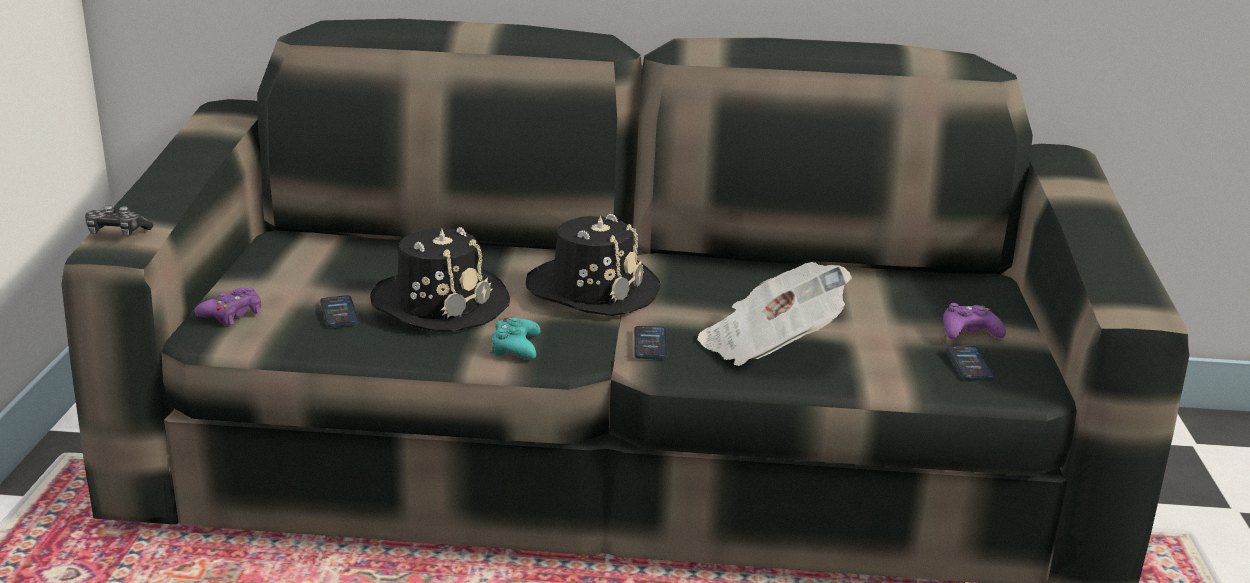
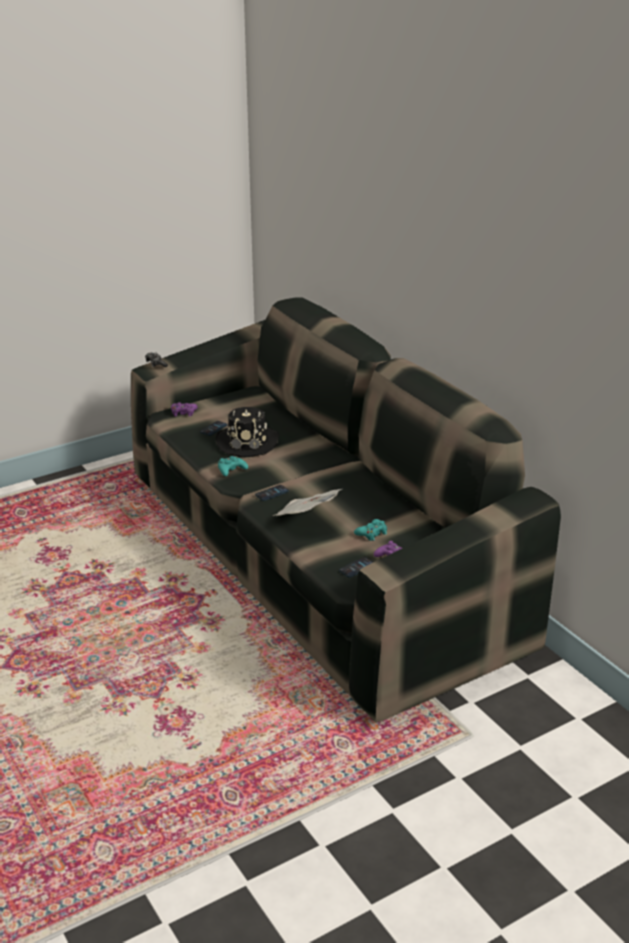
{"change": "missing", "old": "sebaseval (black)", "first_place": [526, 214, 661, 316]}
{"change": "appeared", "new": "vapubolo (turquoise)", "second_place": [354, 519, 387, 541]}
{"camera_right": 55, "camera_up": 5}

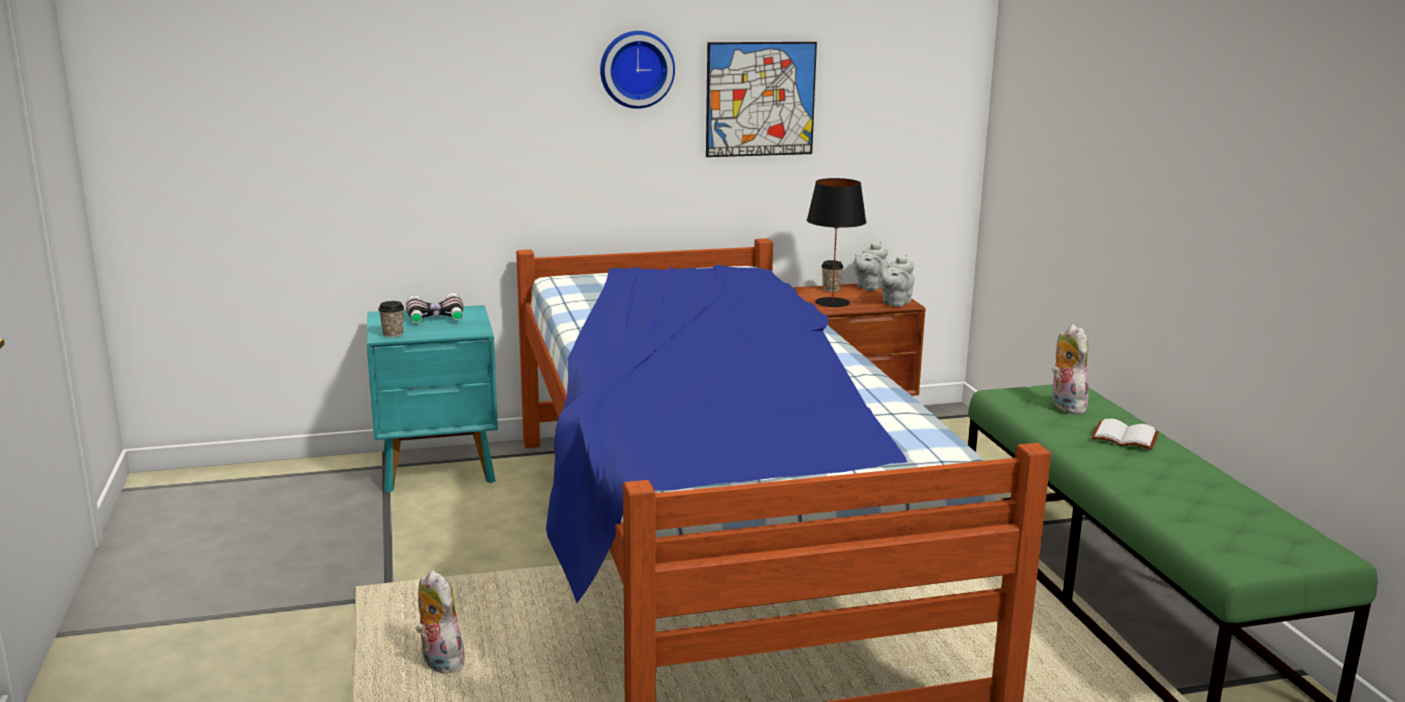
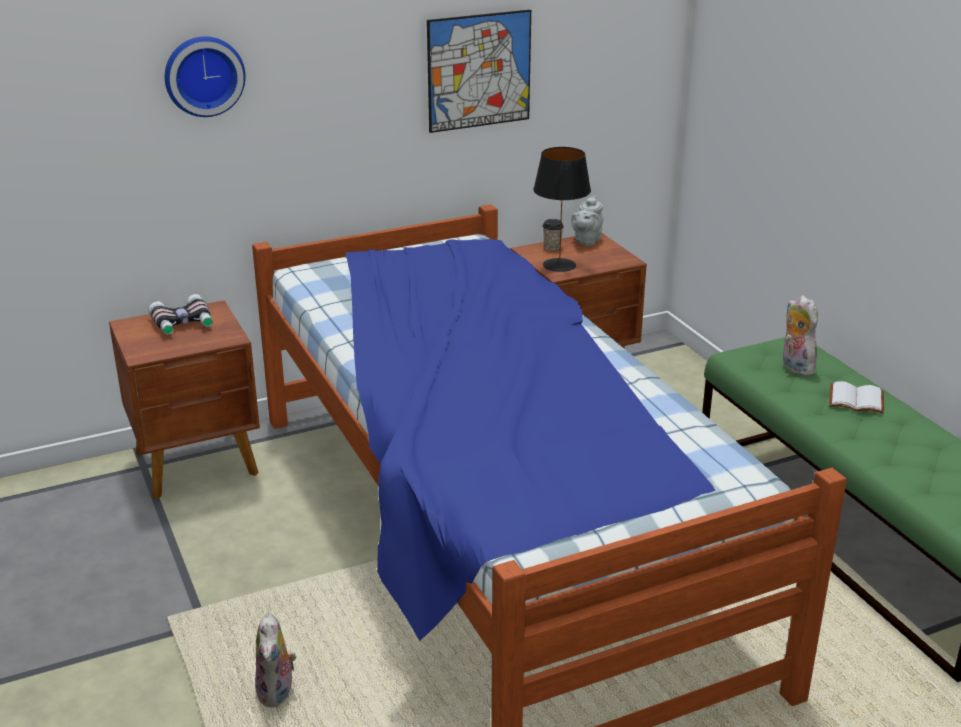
{"change": "missing", "old": "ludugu", "first_place": [378, 301, 404, 337]}
{"change": "missing", "old": "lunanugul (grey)", "first_place": [878, 254, 915, 307]}
{"change": "relocated", "old": "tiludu", "first_place": [600, 31, 675, 109], "second_place": [165, 36, 246, 117]}
{"change": "colour", "old": "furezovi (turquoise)", "new": "furezovi (brown)", "first_place": [367, 305, 498, 493], "second_place": [109, 300, 260, 499]}
{"change": "spun", "old": "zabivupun", "first_place": [416, 570, 465, 674], "second_place": [255, 613, 296, 707], "degrees": -135}
{"camera_right": -10, "camera_up": 10}

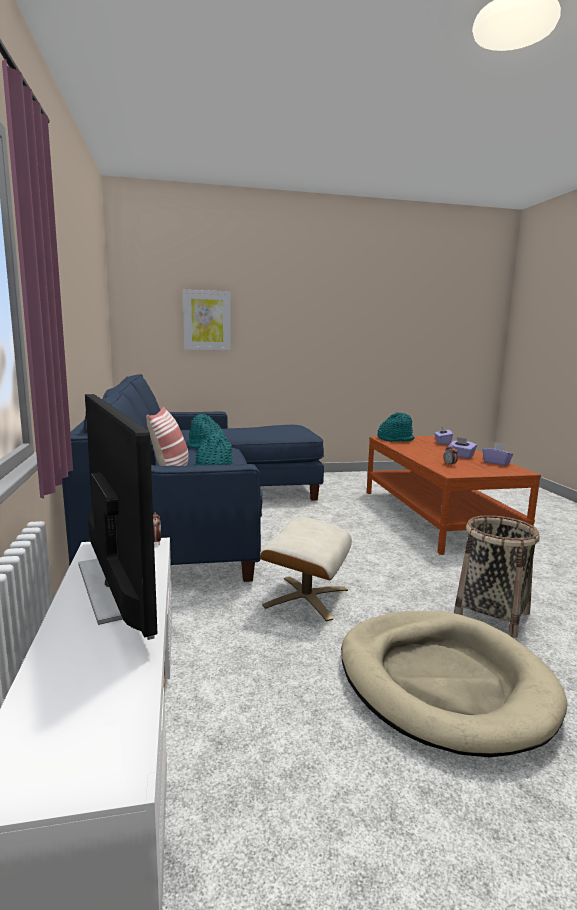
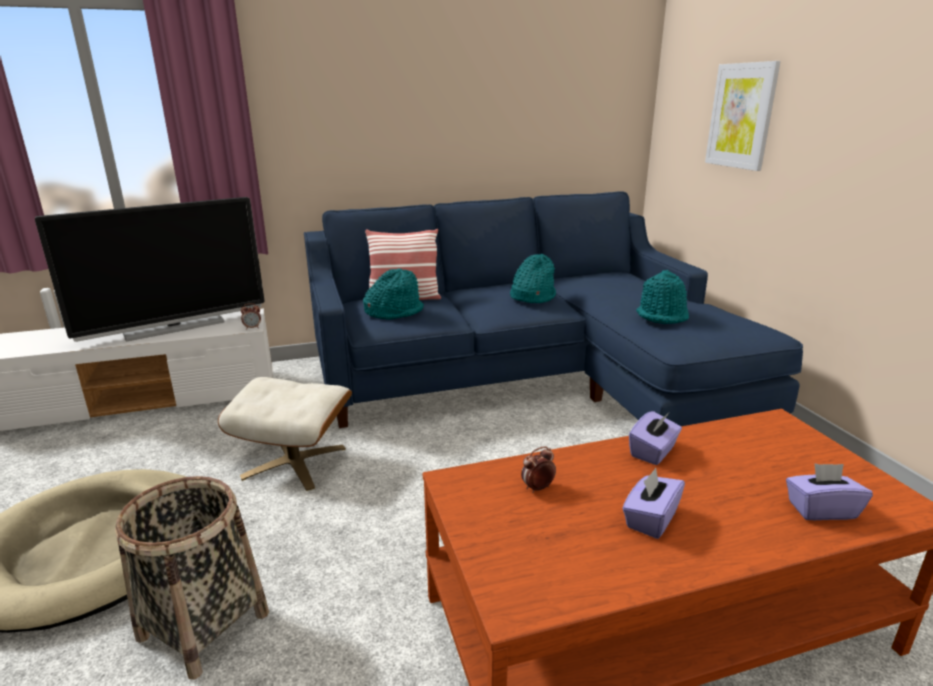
{"change": "relocated", "old": "sebaseval (turquoise)", "first_place": [378, 413, 415, 442], "second_place": [636, 270, 689, 324]}
{"change": "relocated", "old": "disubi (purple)", "first_place": [482, 442, 513, 466], "second_place": [629, 411, 682, 465]}
{"camera_right": 85, "camera_up": 10}

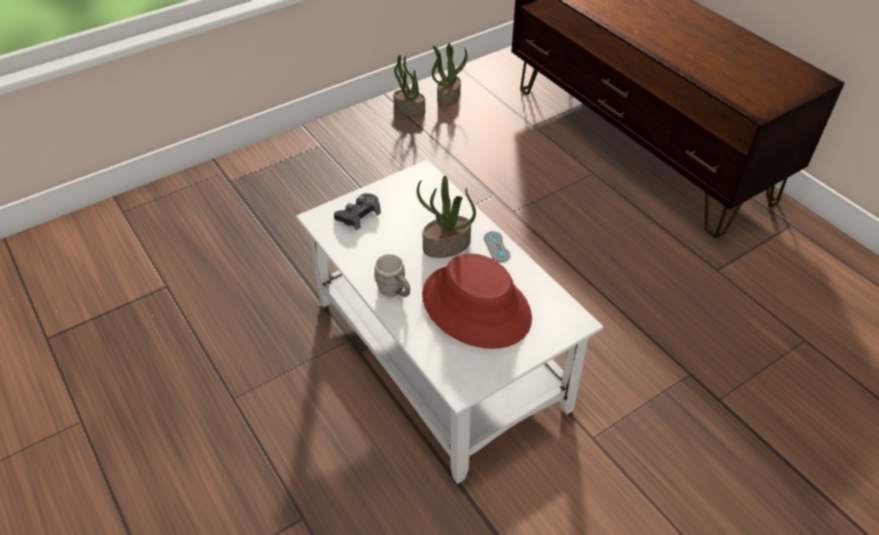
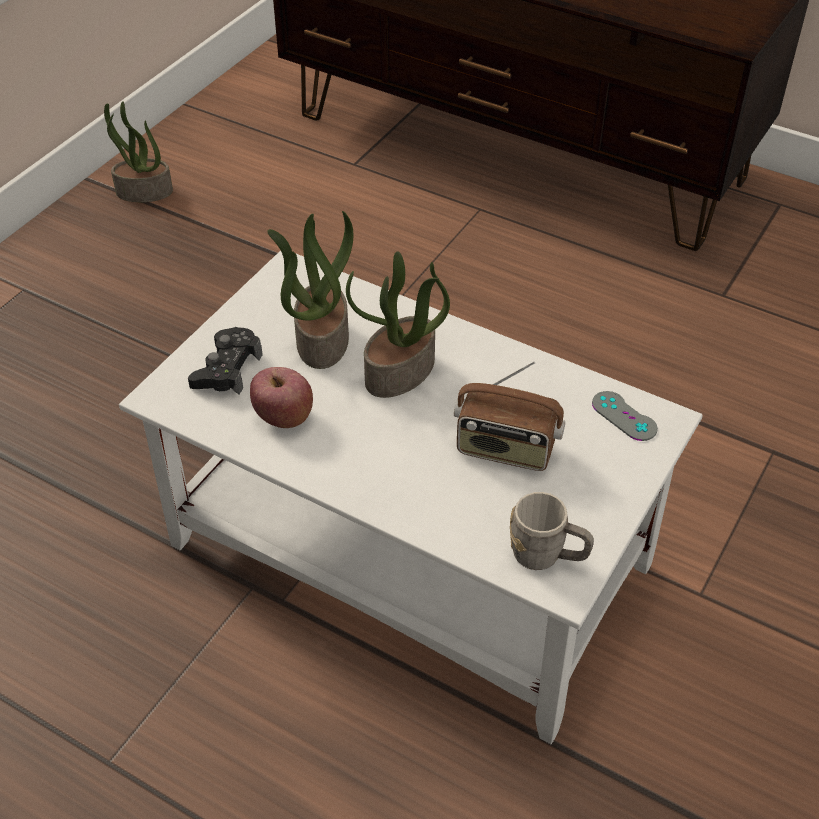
{"change": "appeared", "new": "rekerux", "second_place": [250, 367, 313, 428]}
{"change": "relocated", "old": "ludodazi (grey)", "first_place": [374, 254, 410, 297], "second_place": [510, 492, 594, 570]}
{"change": "relocated", "old": "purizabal", "first_place": [432, 43, 467, 107], "second_place": [267, 211, 353, 369]}
{"change": "relocated", "old": "vapubolo (grey)", "first_place": [484, 231, 510, 262], "second_place": [592, 391, 658, 441]}
{"change": "exchanged", "old": "sebaseval (red)", "new": "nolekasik", "first_place": [422, 254, 532, 349], "second_place": [454, 361, 565, 471]}
{"camera_right": -25, "camera_up": 0}

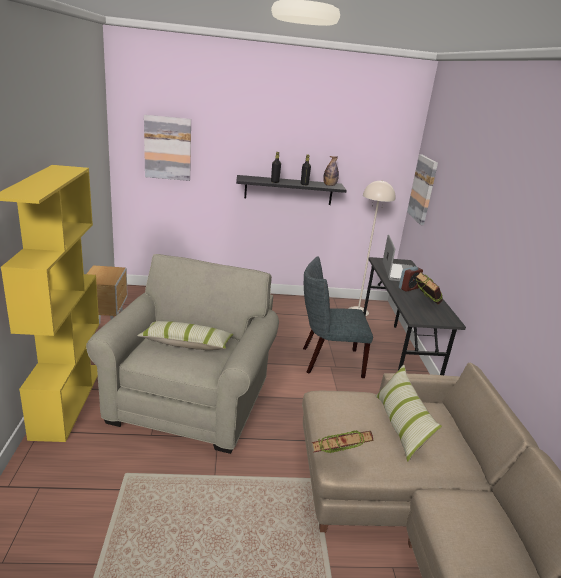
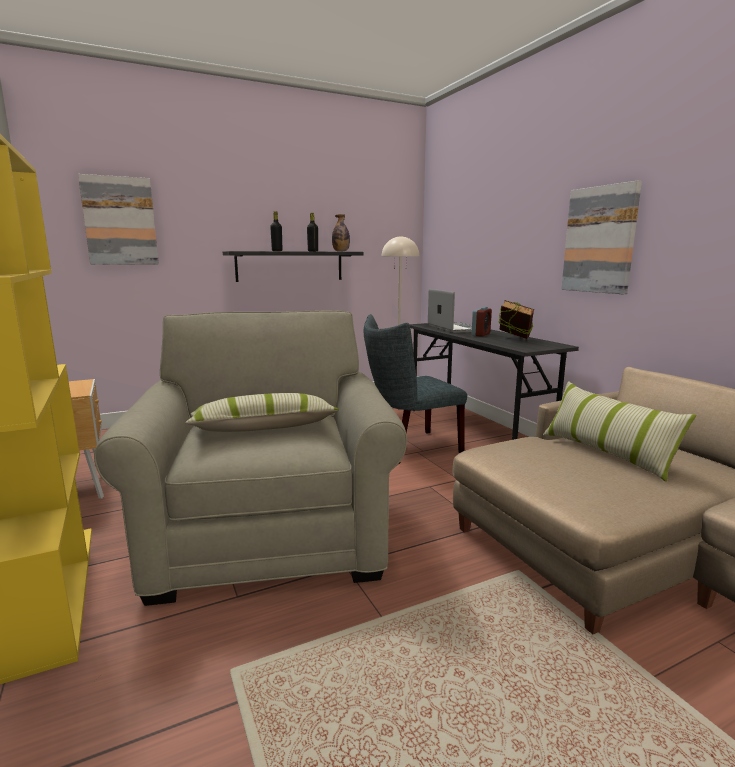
{"change": "missing", "old": "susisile", "first_place": [311, 430, 373, 453]}
{"change": "relocated", "old": "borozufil", "first_place": [407, 154, 438, 225], "second_place": [561, 180, 642, 294]}
{"camera_right": -20, "camera_up": -10}

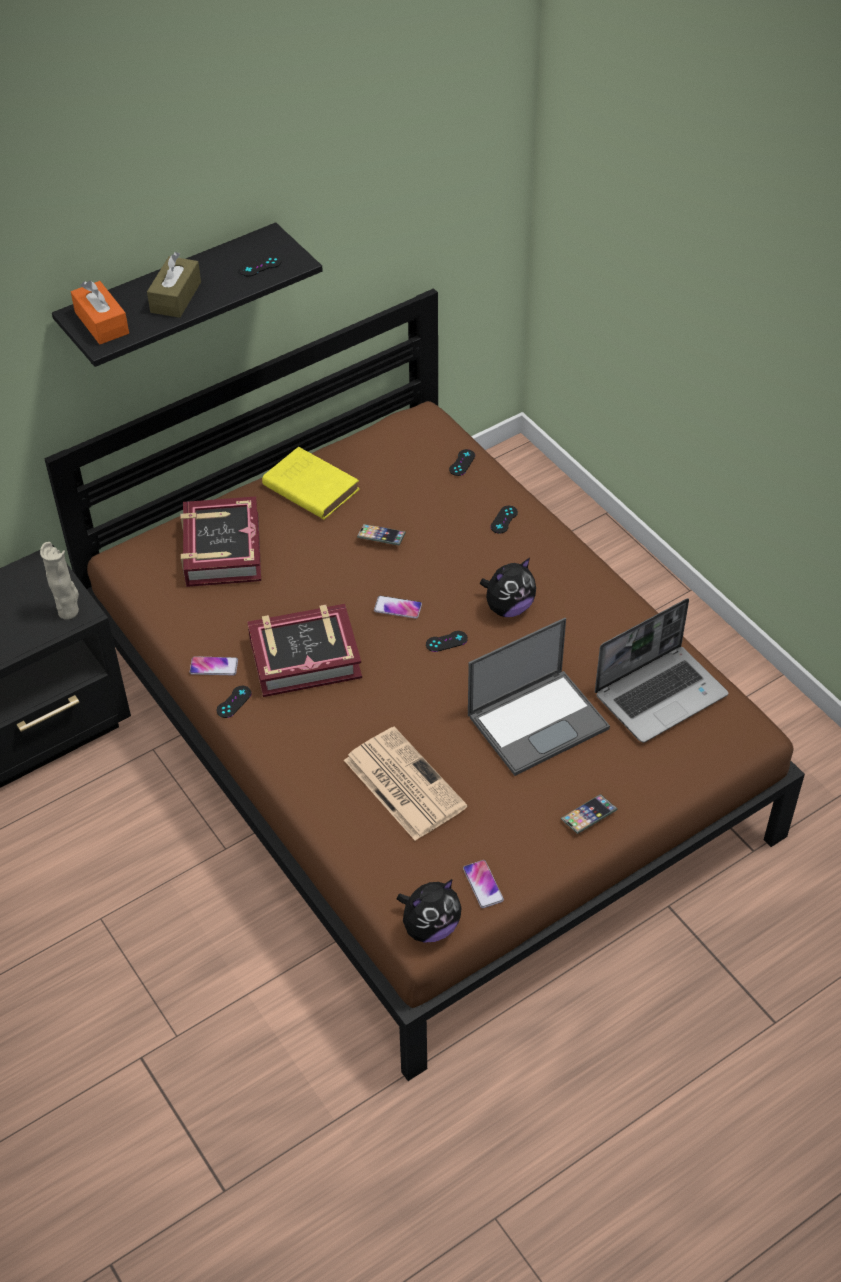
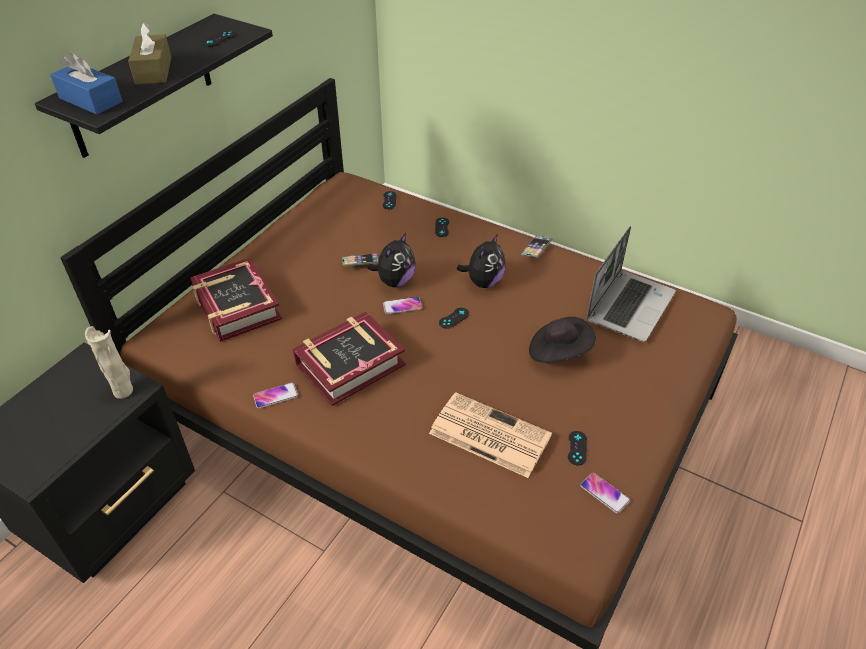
{"change": "missing", "old": "susisile (yellow)", "first_place": [262, 447, 360, 520]}
{"change": "relocated", "old": "vapubolo (black)", "first_place": [217, 686, 252, 718], "second_place": [568, 431, 587, 465]}
{"change": "relocated", "old": "zabivupun", "first_place": [397, 879, 462, 943], "second_place": [367, 233, 415, 287]}
{"change": "relocated", "old": "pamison", "first_place": [561, 794, 618, 834], "second_place": [521, 236, 552, 258]}
{"change": "exchanged", "old": "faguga", "new": "sebaseval (black)", "first_place": [468, 618, 610, 776], "second_place": [529, 317, 596, 363]}
{"change": "colour", "old": "disubi (orange)", "new": "disubi (blue)", "first_place": [71, 281, 129, 344], "second_place": [50, 52, 122, 115]}
{"camera_right": -25, "camera_up": -5}

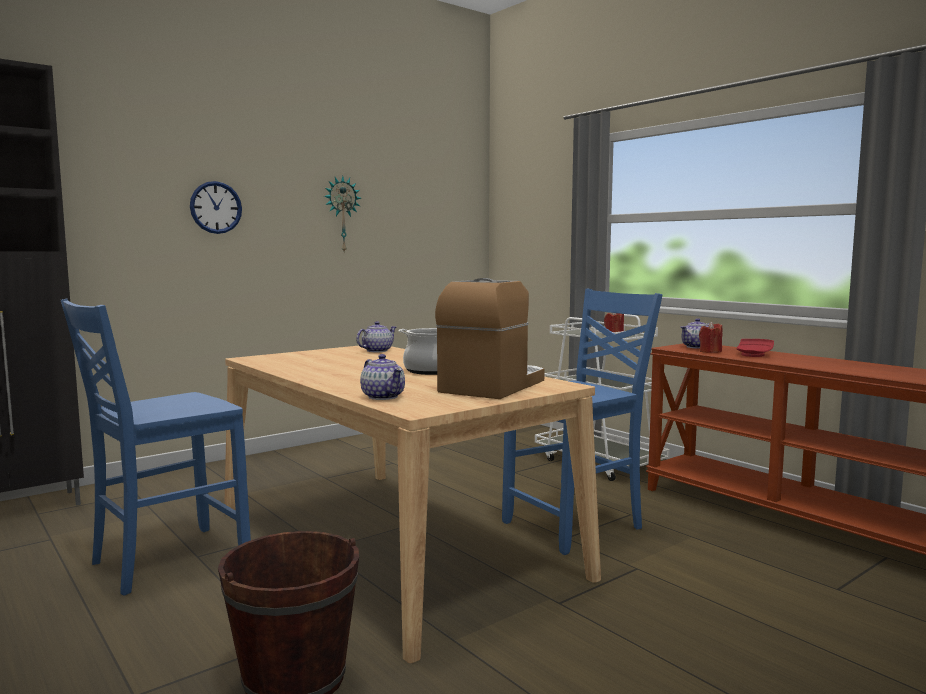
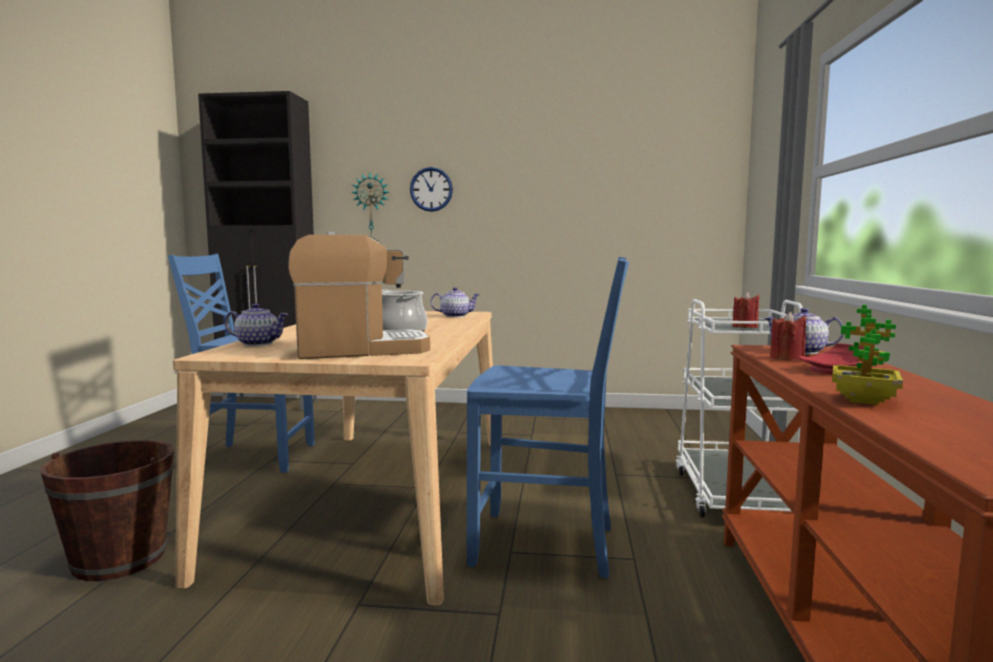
{"change": "appeared", "new": "purizabal", "second_place": [832, 305, 903, 405]}
{"change": "relocated", "old": "tiludu", "first_place": [324, 176, 361, 253], "second_place": [351, 173, 389, 237]}
{"change": "spun", "old": "lunanugul", "first_place": [360, 354, 405, 400], "second_place": [225, 303, 289, 346], "degrees": -90}
{"camera_right": 45, "camera_up": 0}

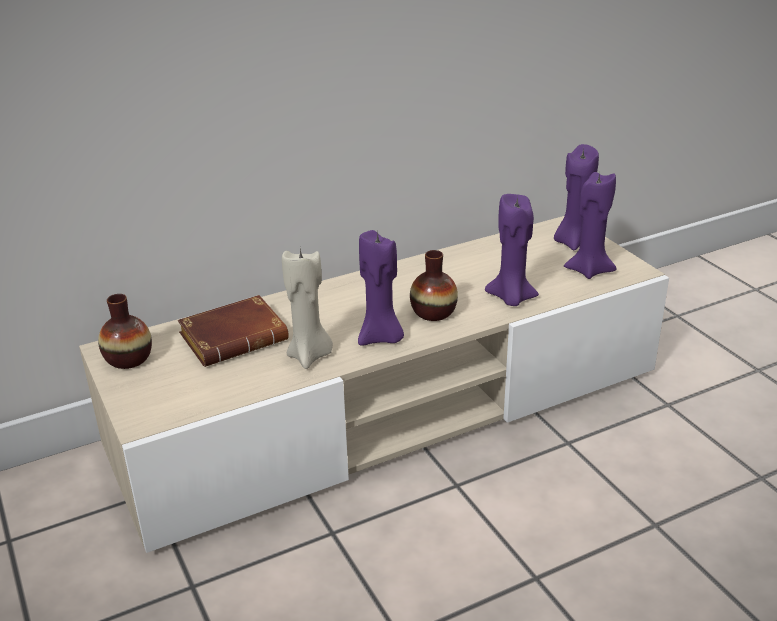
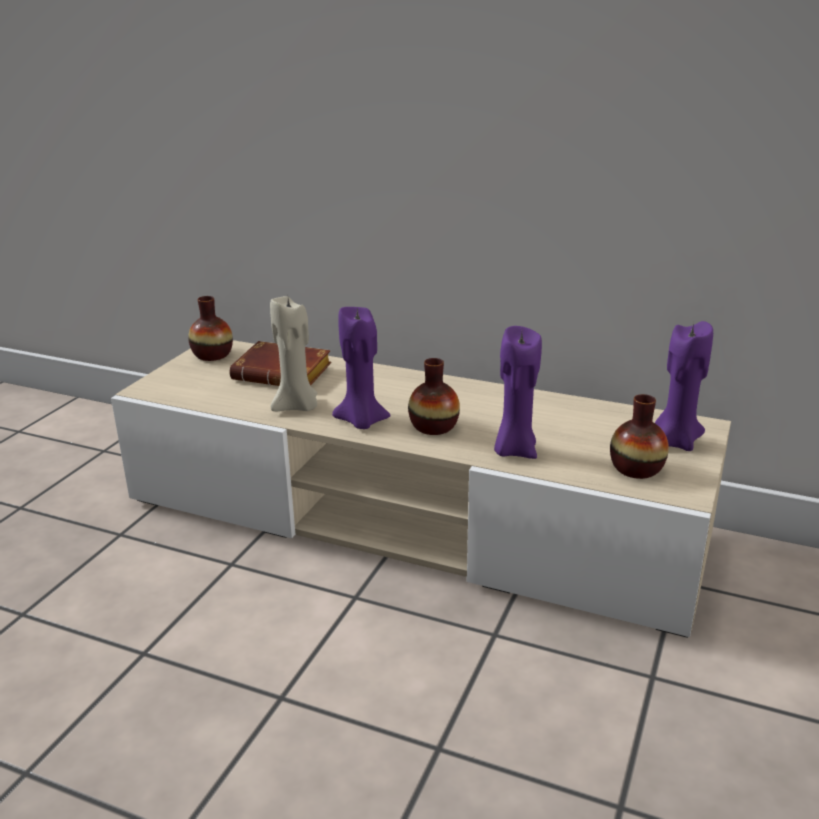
{"change": "exchanged", "old": "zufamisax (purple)", "new": "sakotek", "first_place": [564, 172, 616, 279], "second_place": [610, 394, 669, 479]}
{"camera_right": 50, "camera_up": -5}

